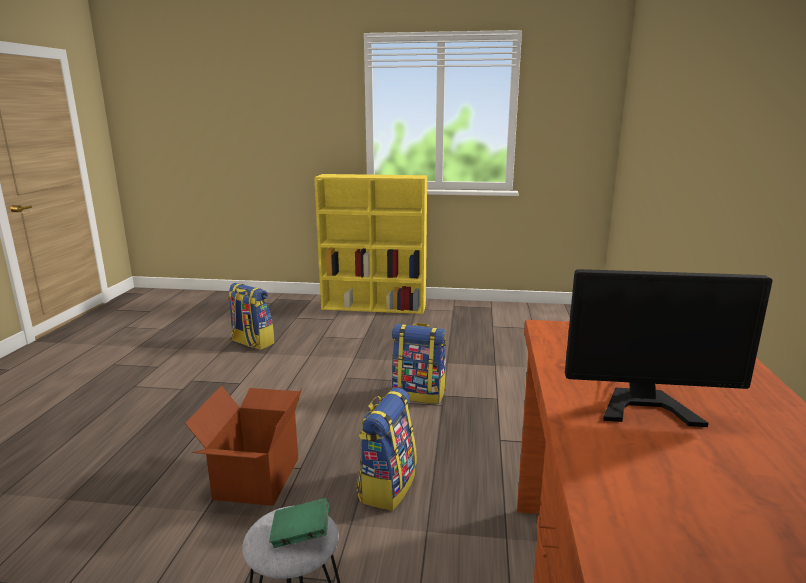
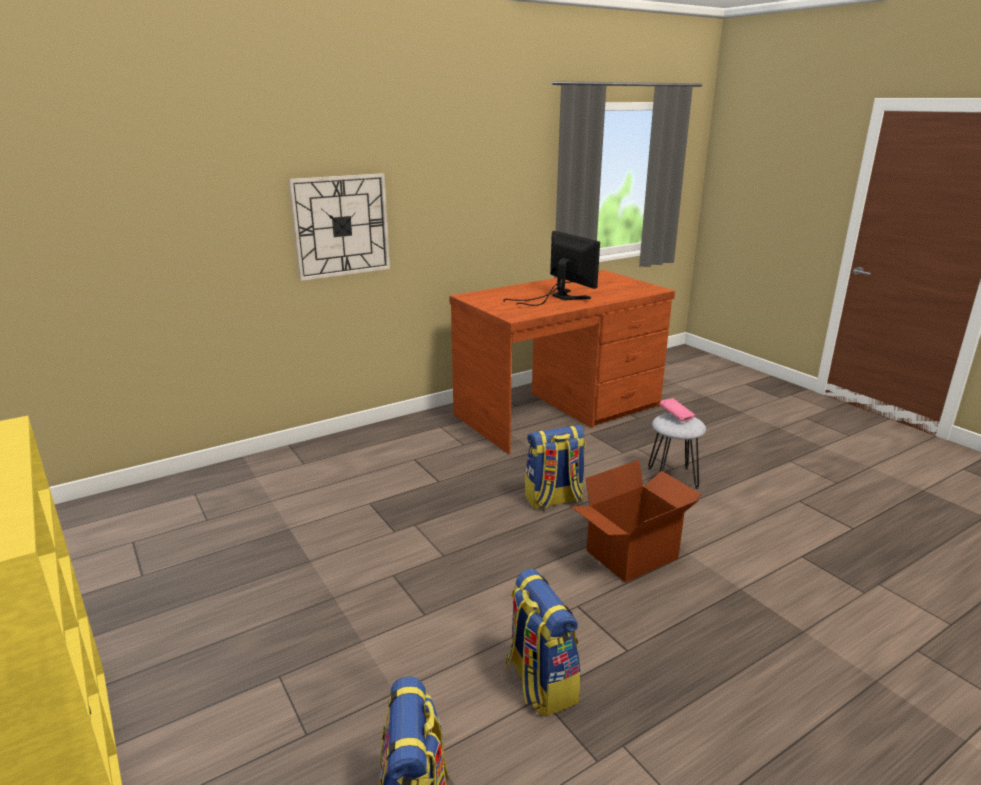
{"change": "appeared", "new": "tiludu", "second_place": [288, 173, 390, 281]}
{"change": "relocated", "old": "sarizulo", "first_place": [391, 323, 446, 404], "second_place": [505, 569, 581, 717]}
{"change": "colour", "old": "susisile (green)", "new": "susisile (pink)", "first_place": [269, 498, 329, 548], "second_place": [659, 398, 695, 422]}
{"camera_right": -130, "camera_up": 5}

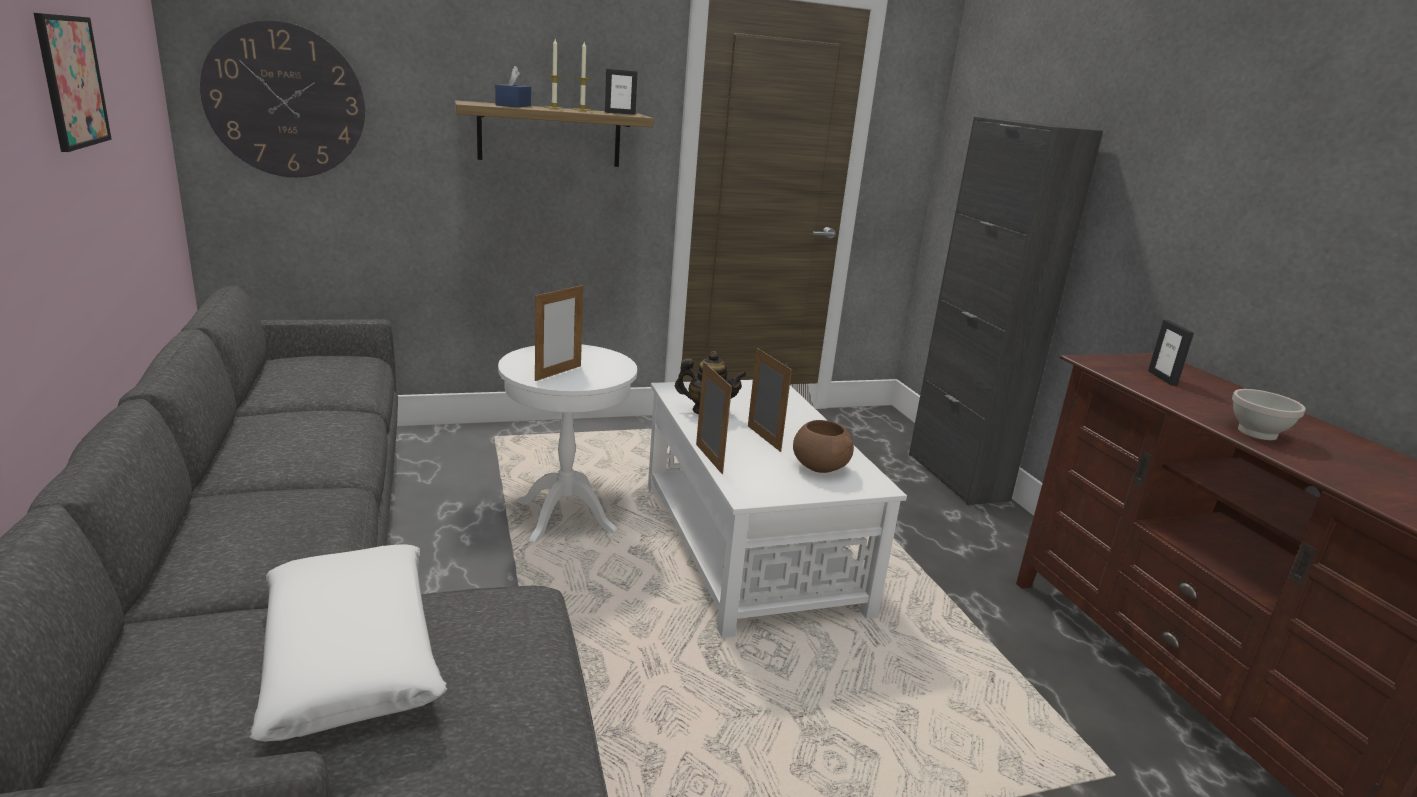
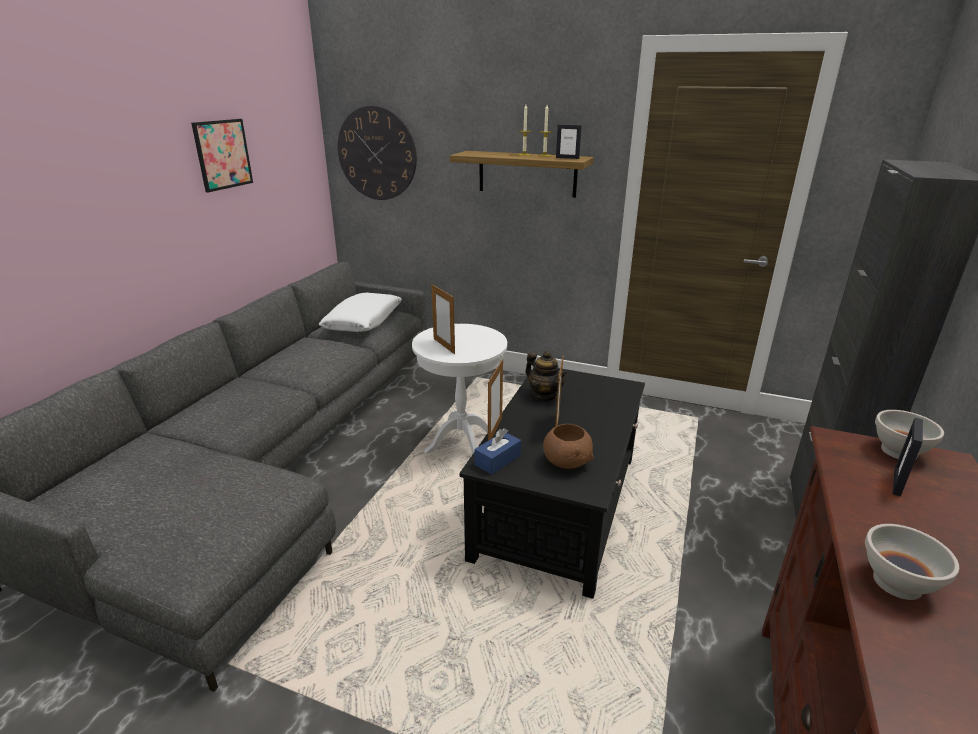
{"change": "appeared", "new": "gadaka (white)", "second_place": [875, 410, 944, 459]}
{"change": "relocated", "old": "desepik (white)", "first_place": [250, 544, 447, 742], "second_place": [319, 293, 402, 332]}
{"change": "relocated", "old": "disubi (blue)", "first_place": [495, 66, 531, 108], "second_place": [474, 428, 521, 475]}
{"change": "colour", "old": "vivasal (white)", "new": "vivasal (black)", "first_place": [648, 380, 907, 638], "second_place": [460, 368, 645, 599]}
{"change": "spun", "old": "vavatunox", "first_place": [535, 285, 583, 381], "second_place": [431, 284, 455, 354], "degrees": 75}
{"camera_right": 40, "camera_up": 5}

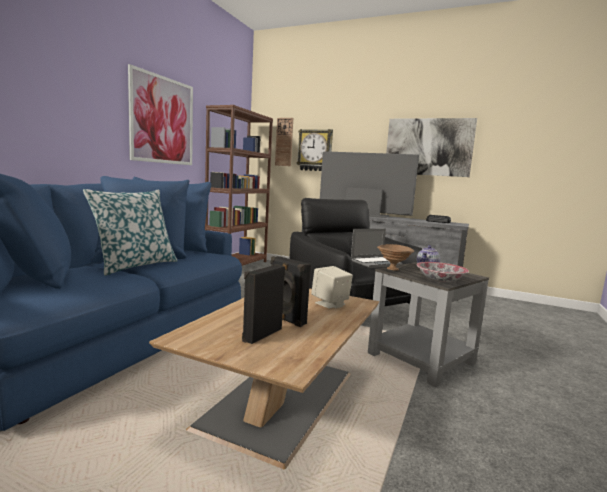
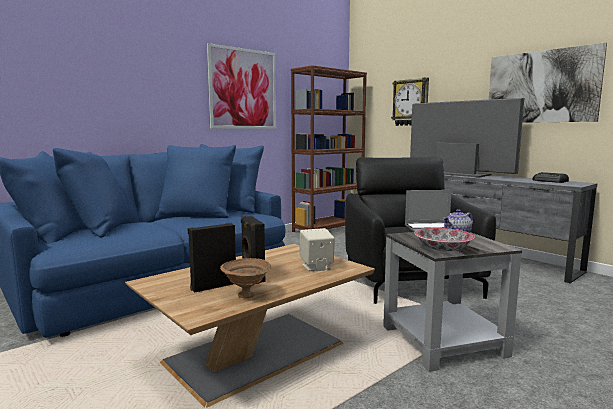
{"change": "missing", "old": "desepik", "first_place": [83, 189, 178, 276]}
{"change": "missing", "old": "tiludu", "first_place": [275, 118, 293, 166]}
{"change": "relocated", "old": "gadaka (brown)", "first_place": [377, 244, 414, 271], "second_place": [220, 258, 271, 298]}
{"camera_right": 25, "camera_up": 0}

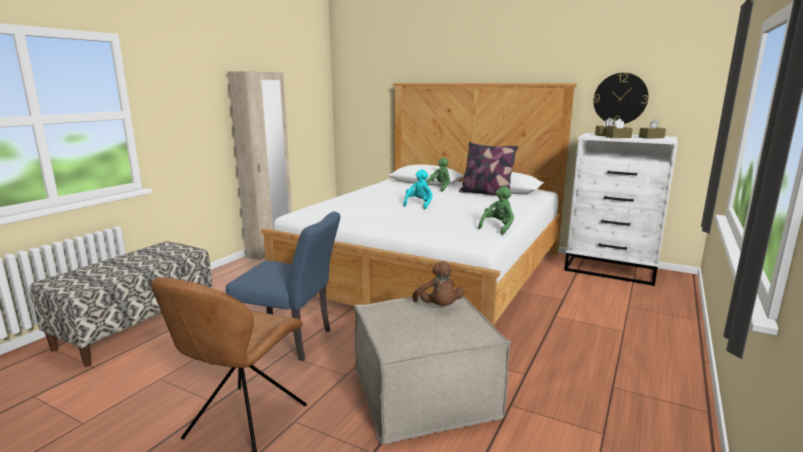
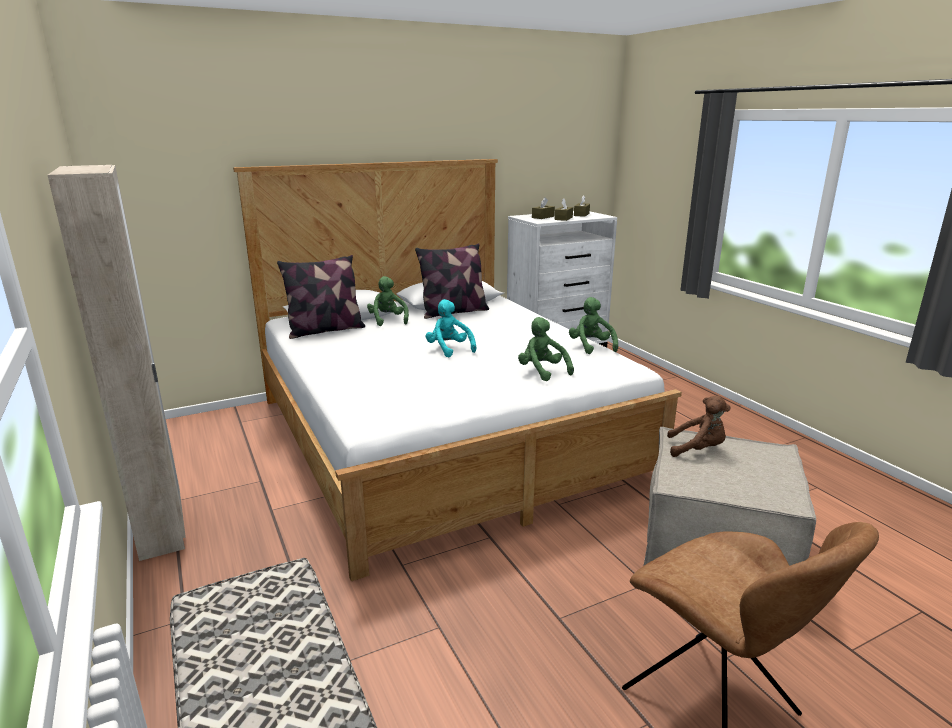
{"change": "missing", "old": "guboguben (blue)", "first_place": [226, 212, 340, 361]}
{"change": "missing", "old": "tiludu", "first_place": [593, 73, 648, 124]}
{"change": "appeared", "new": "desepik", "second_place": [277, 255, 365, 339]}
{"change": "appeared", "new": "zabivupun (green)", "second_place": [518, 317, 574, 381]}
{"camera_right": -55, "camera_up": 5}

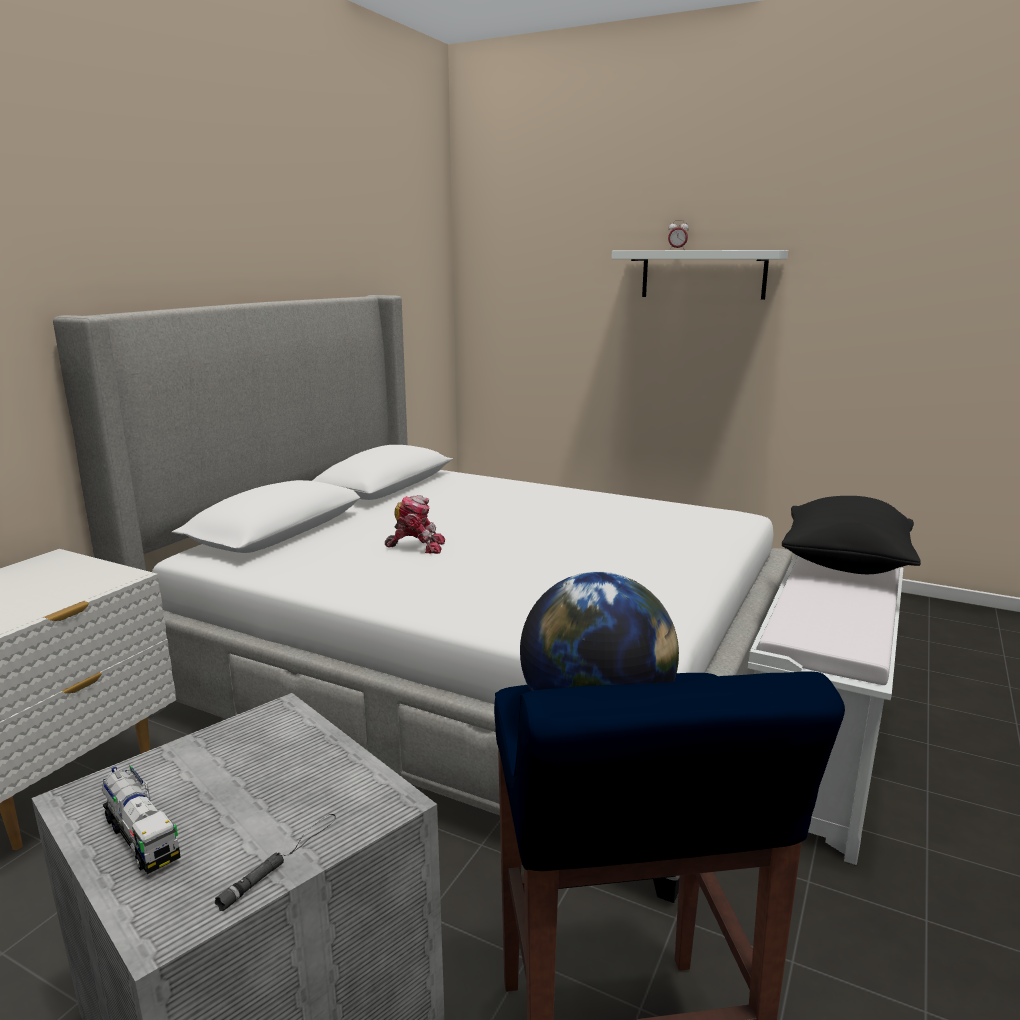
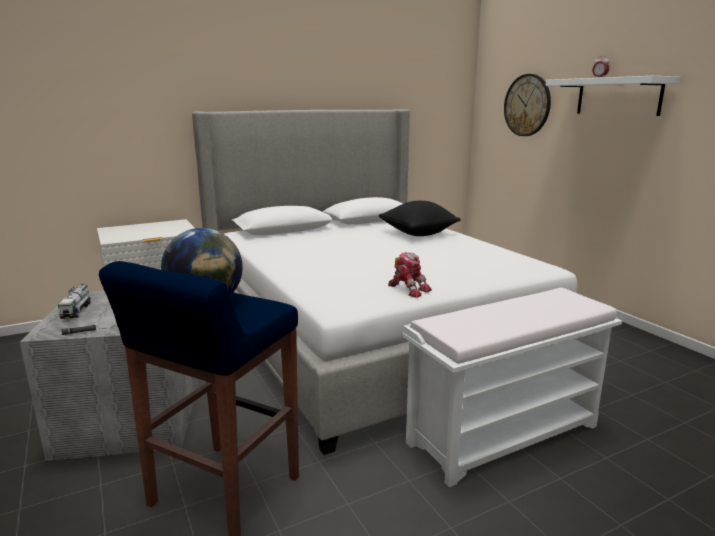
{"change": "appeared", "new": "tiludu", "second_place": [504, 74, 551, 136]}
{"change": "relocated", "old": "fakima", "first_place": [385, 495, 445, 554], "second_place": [388, 252, 432, 298]}
{"change": "relocated", "old": "desepik (black)", "first_place": [782, 496, 921, 574], "second_place": [379, 201, 460, 236]}
{"camera_right": 35, "camera_up": 0}

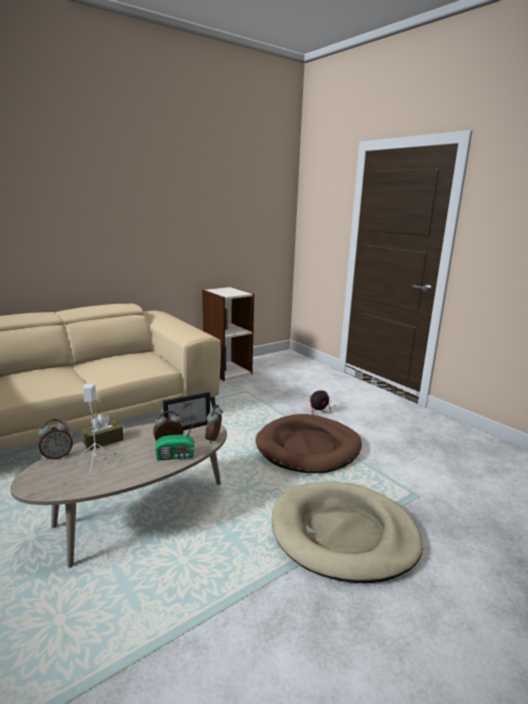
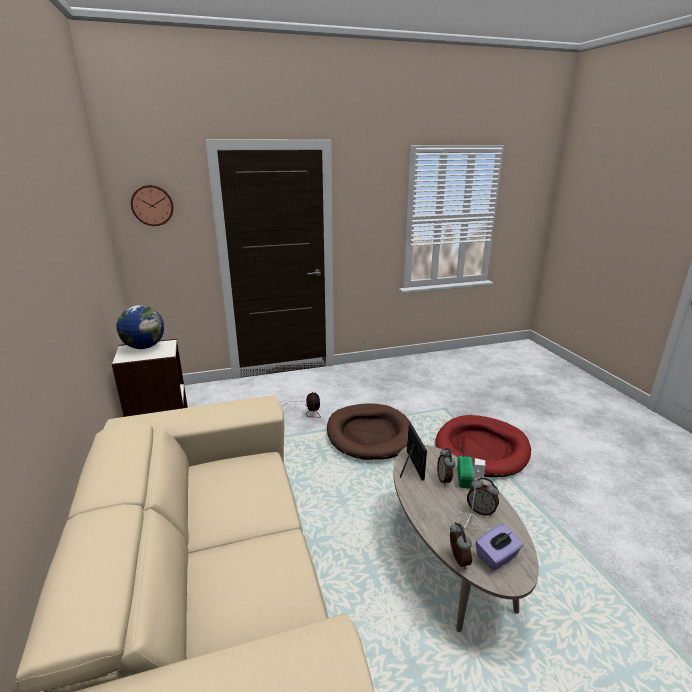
{"change": "missing", "old": "disubi (brown)", "first_place": [81, 414, 124, 450]}
{"change": "appeared", "new": "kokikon", "second_place": [116, 305, 164, 349]}
{"change": "appeared", "new": "tiludu", "second_place": [131, 185, 173, 226]}
{"change": "appeared", "new": "disubi (purple)", "second_place": [475, 524, 524, 571]}
{"change": "relocated", "old": "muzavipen", "first_place": [205, 405, 223, 443], "second_place": [467, 478, 499, 516]}
{"change": "colour", "old": "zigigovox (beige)", "new": "zigigovox (red)", "first_place": [272, 482, 422, 584], "second_place": [435, 415, 531, 477]}
{"camera_right": -70, "camera_up": 5}

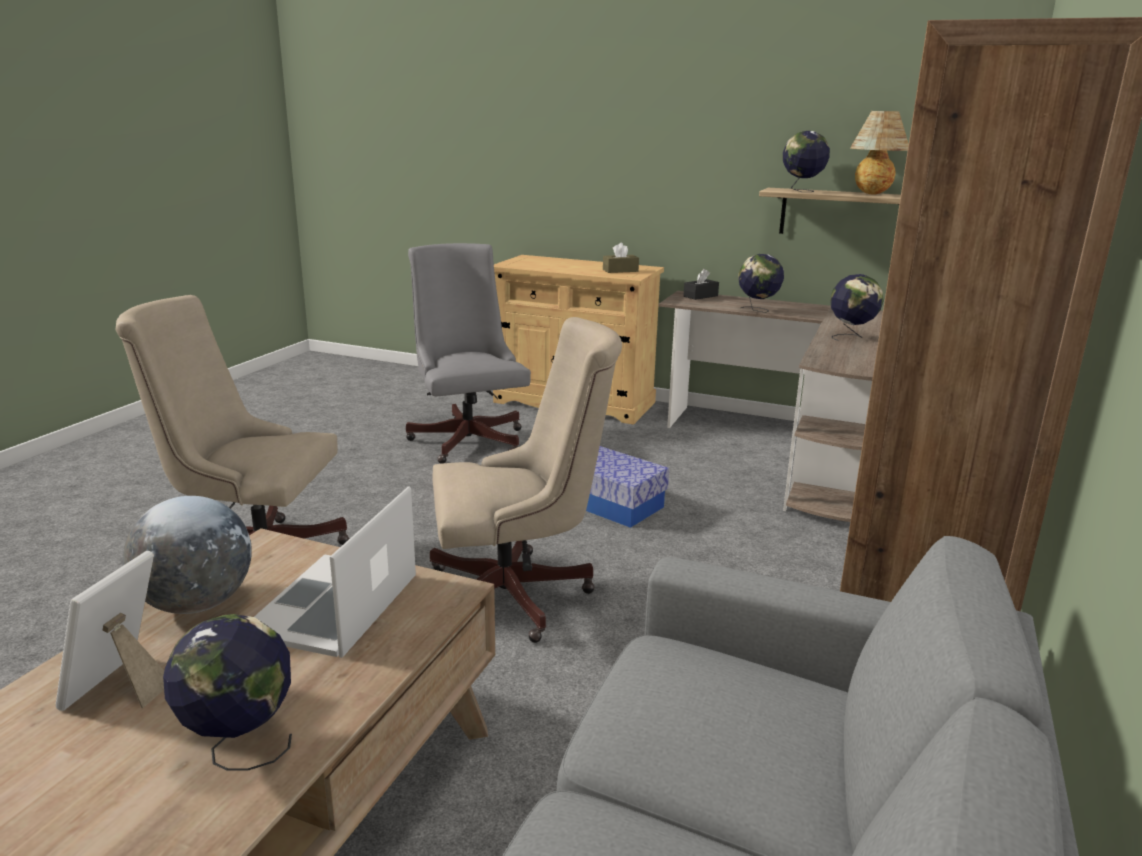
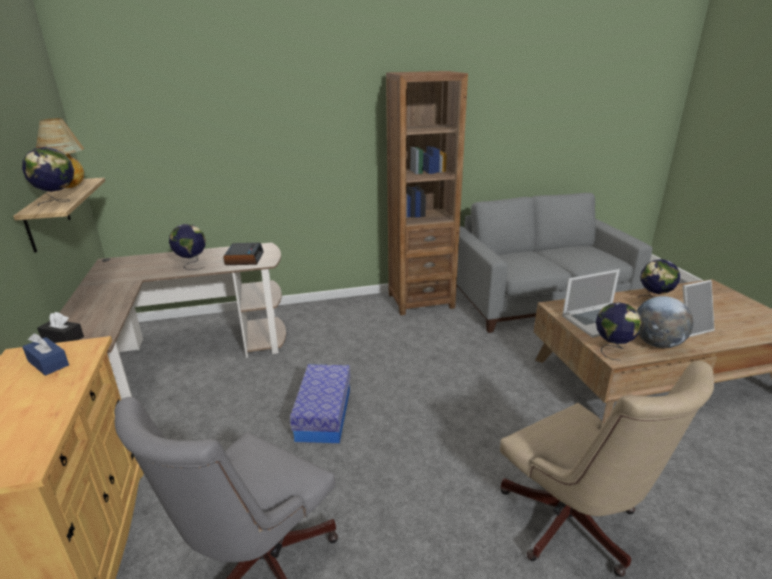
{"change": "missing", "old": "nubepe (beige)", "first_place": [430, 317, 622, 643]}
{"change": "appeared", "new": "muzavipen", "second_place": [223, 243, 264, 265]}
{"change": "relocated", "old": "kokikon", "first_place": [738, 254, 784, 313], "second_place": [596, 302, 642, 361]}
{"change": "colour", "old": "disubi (brown)", "new": "disubi (blue)", "first_place": [603, 243, 639, 273], "second_place": [22, 333, 69, 376]}
{"camera_right": -125, "camera_up": 5}

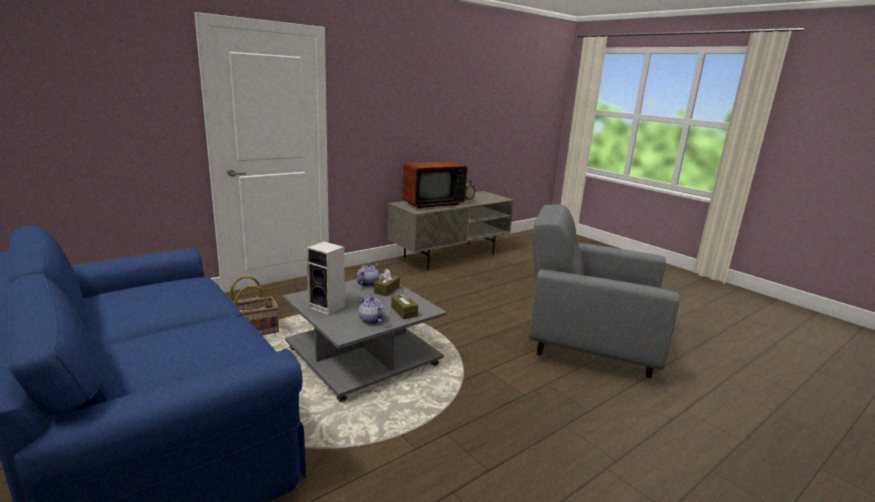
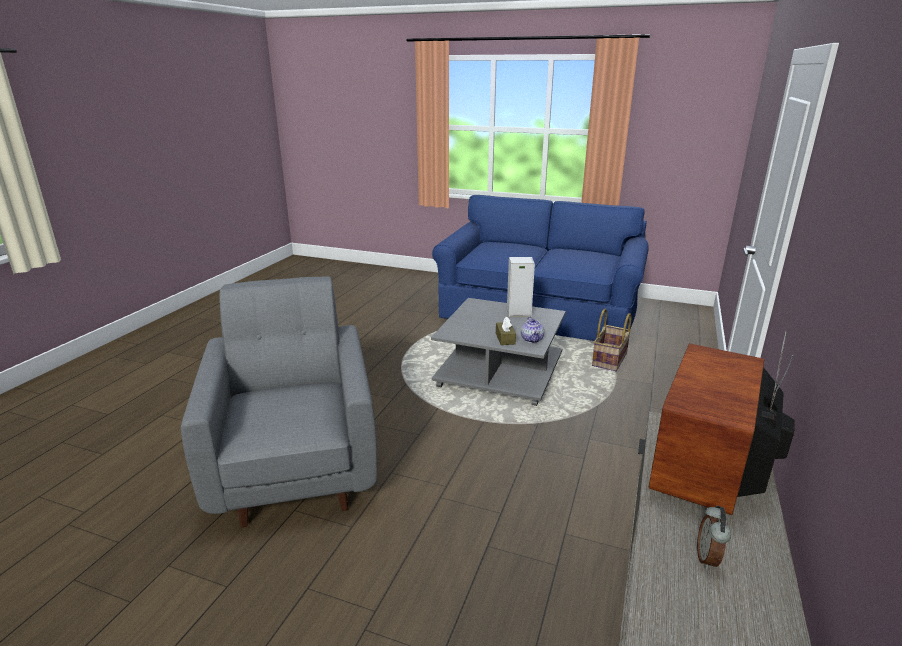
{"change": "missing", "old": "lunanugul", "first_place": [359, 296, 386, 324]}
{"change": "missing", "old": "disubi (brown)", "first_place": [391, 289, 418, 319]}
{"change": "spun", "old": "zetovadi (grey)", "first_place": [529, 204, 680, 378], "second_place": [181, 276, 377, 528], "degrees": -90}
{"camera_right": 150, "camera_up": 5}

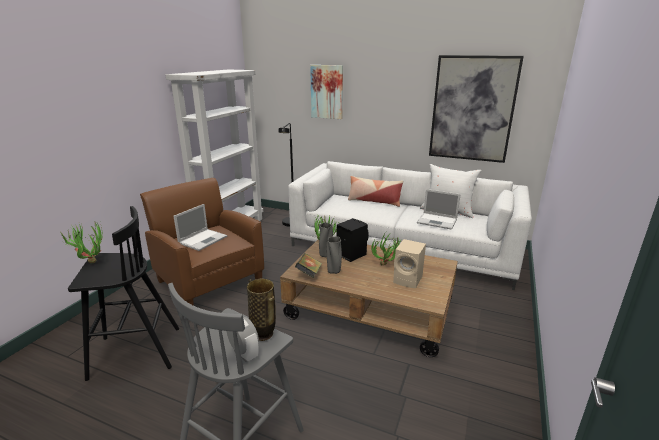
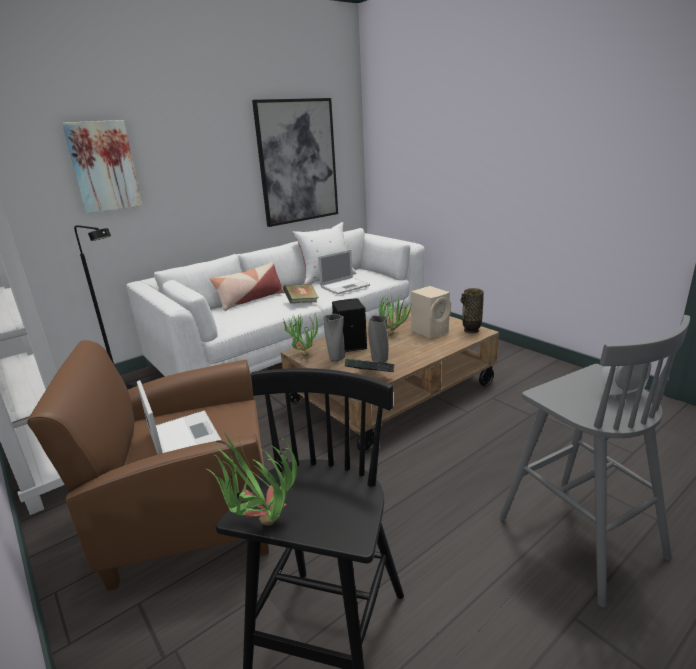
{"change": "appeared", "new": "susisile", "second_place": [283, 284, 319, 303]}
{"change": "relocated", "old": "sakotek", "first_place": [247, 279, 276, 341], "second_place": [461, 288, 484, 334]}
{"camera_right": -60, "camera_up": 0}

